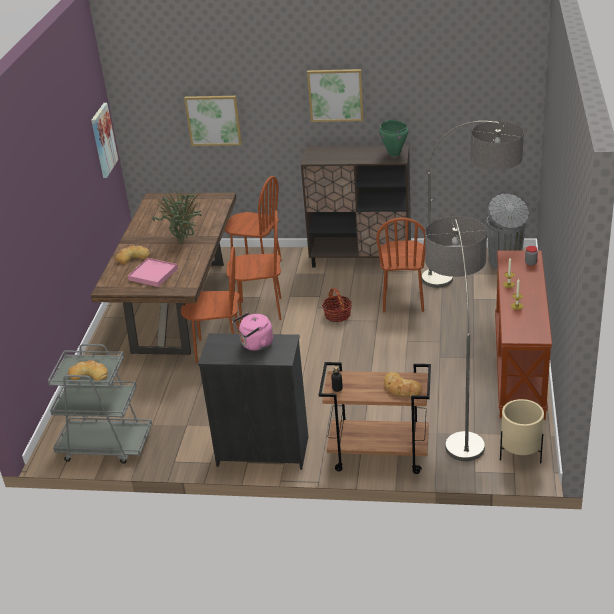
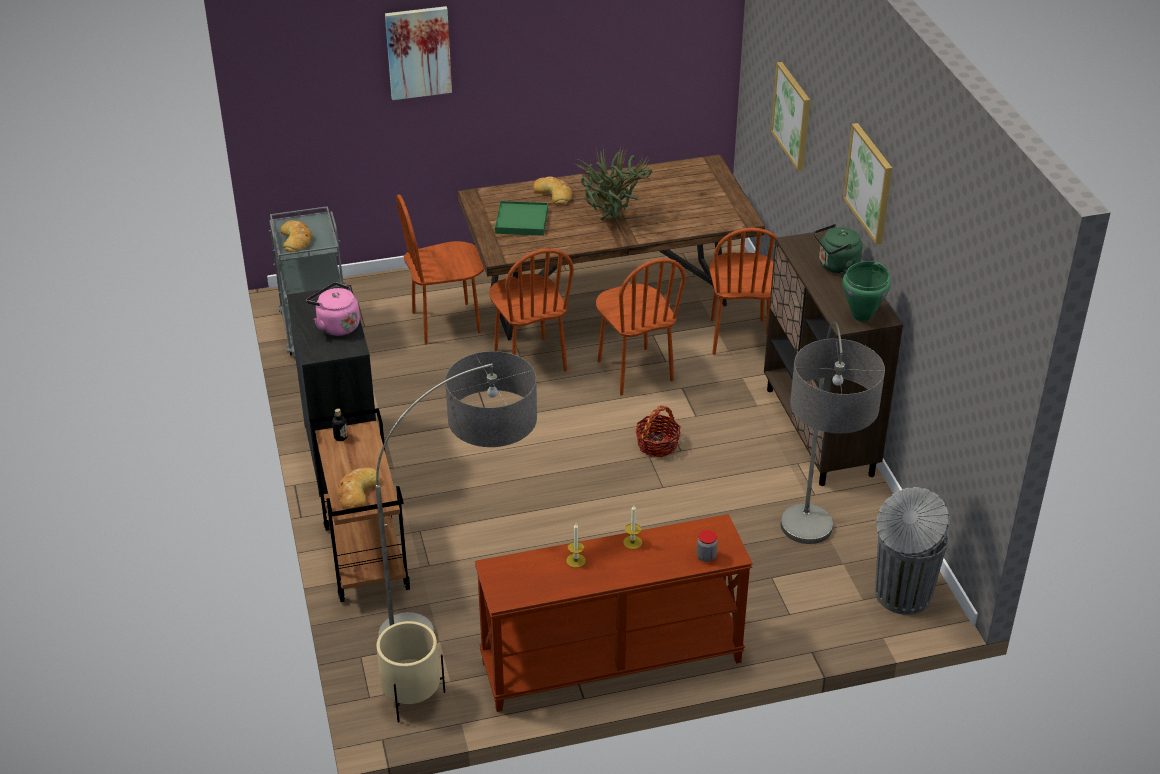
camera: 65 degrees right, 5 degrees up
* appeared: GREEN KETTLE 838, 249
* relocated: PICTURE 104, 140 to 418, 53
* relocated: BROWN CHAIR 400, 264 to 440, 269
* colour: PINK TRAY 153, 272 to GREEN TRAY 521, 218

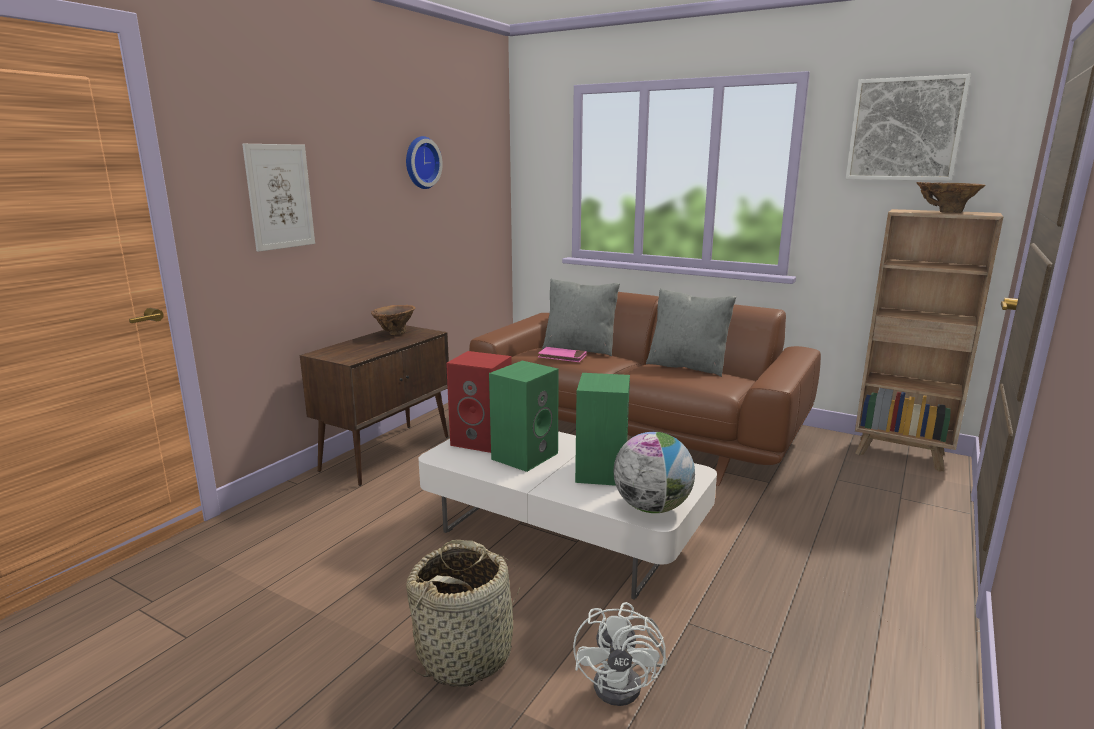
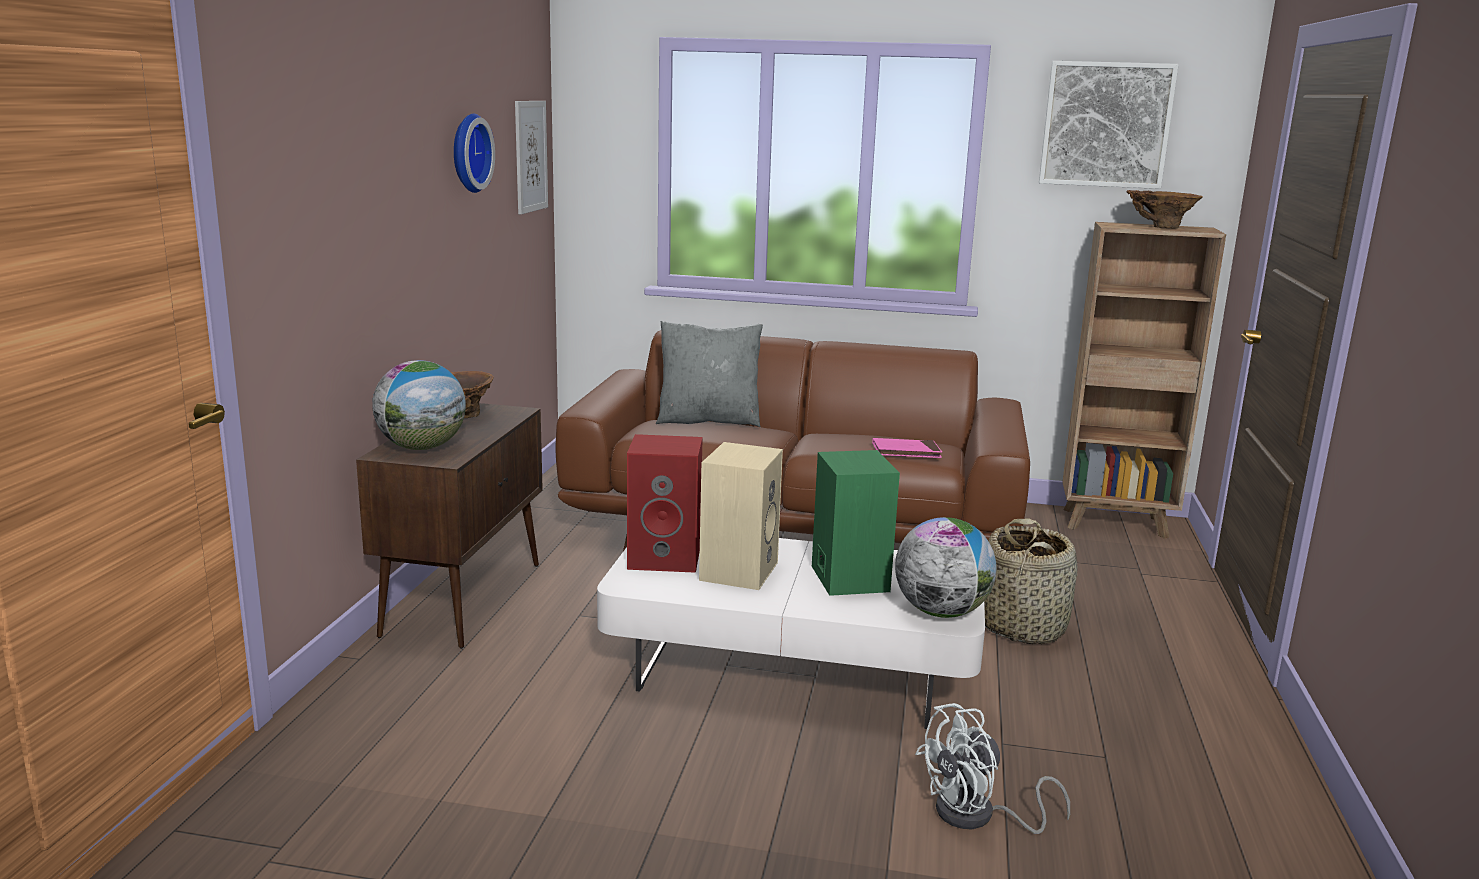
camera: 20 degrees left, 0 degrees up
* missing: GREY PILLOW 691, 332
* appeared: GLOBE 419, 405
* relocated: PICTURE 278, 198 to 531, 157
* relocated: BASKET 463, 613 to 1031, 581
* relocated: PINK BOOK 562, 354 to 907, 448
* colour: GREEN SPEAKER 524, 416 to BEIGE SPEAKER 741, 516
* spun: WHITE FAN 620, 654 = 992, 768 75 degrees clockwise

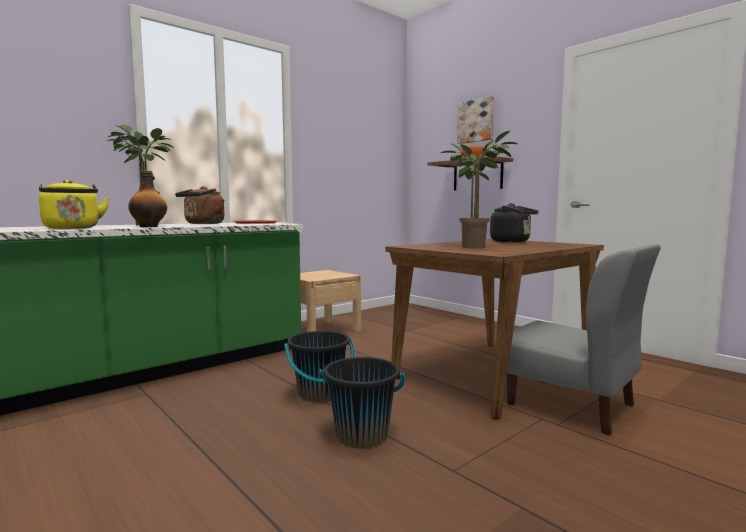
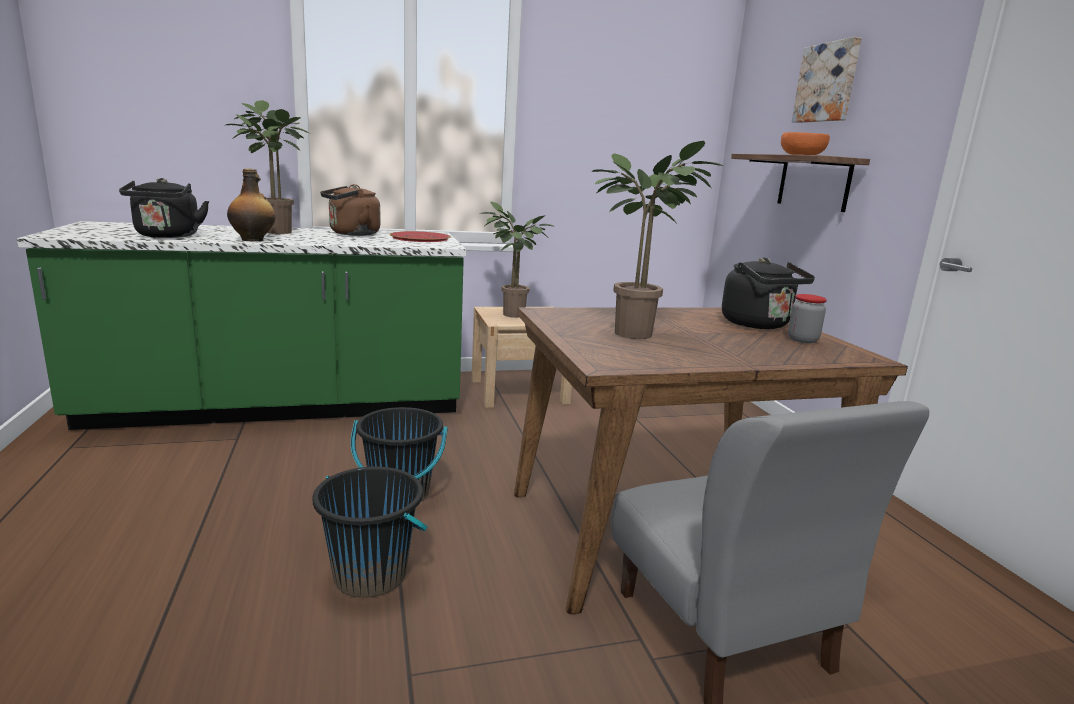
camera: 25 degrees right, 10 degrees up
* appeared: POTTED PLANT 519, 260
* appeared: JAR 807, 318
* colour: YELLOW KETTLE 74, 204 to BLACK KETTLE 164, 208

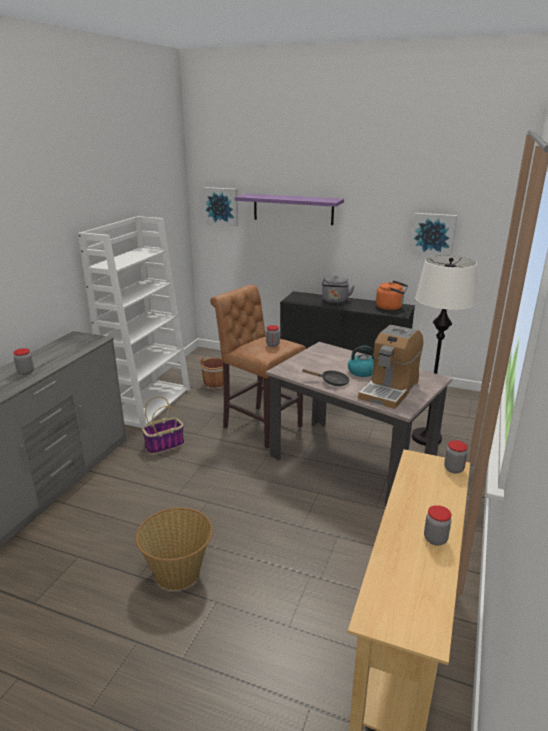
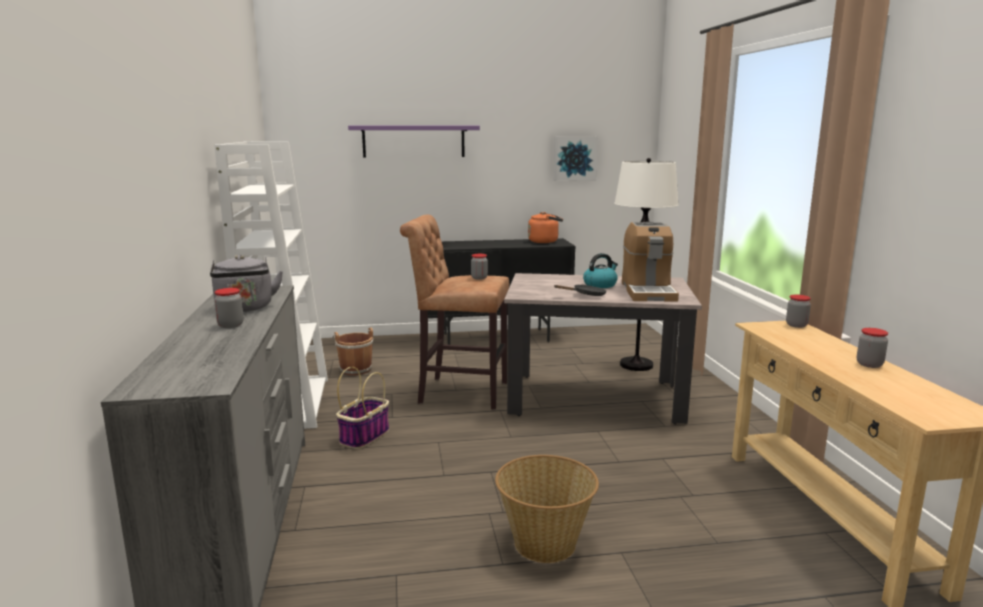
camera: 30 degrees left, 10 degrees down
* missing: PICTURE 220, 206
* relocated: GREY KETTLE 338, 289 to 246, 283

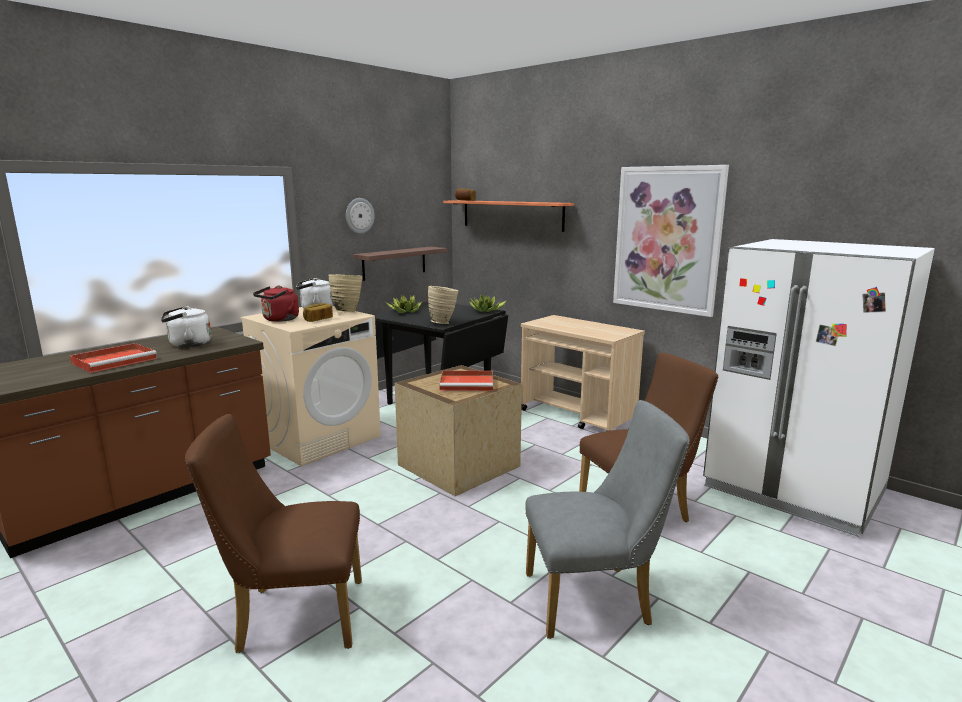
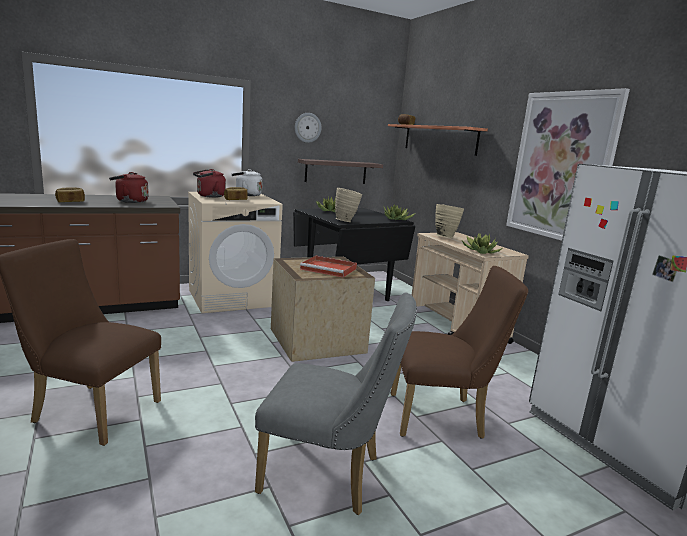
camera: 20 degrees right, 0 degrees up
* appeared: POTTED PLANT 482, 243
* relocated: BEIGE VASE 345, 293 to 449, 221
* exchanged: RED TRAY 113, 358 to BREAD 70, 195
* colour: WHITE KETTLE 186, 326 to RED KETTLE 129, 187

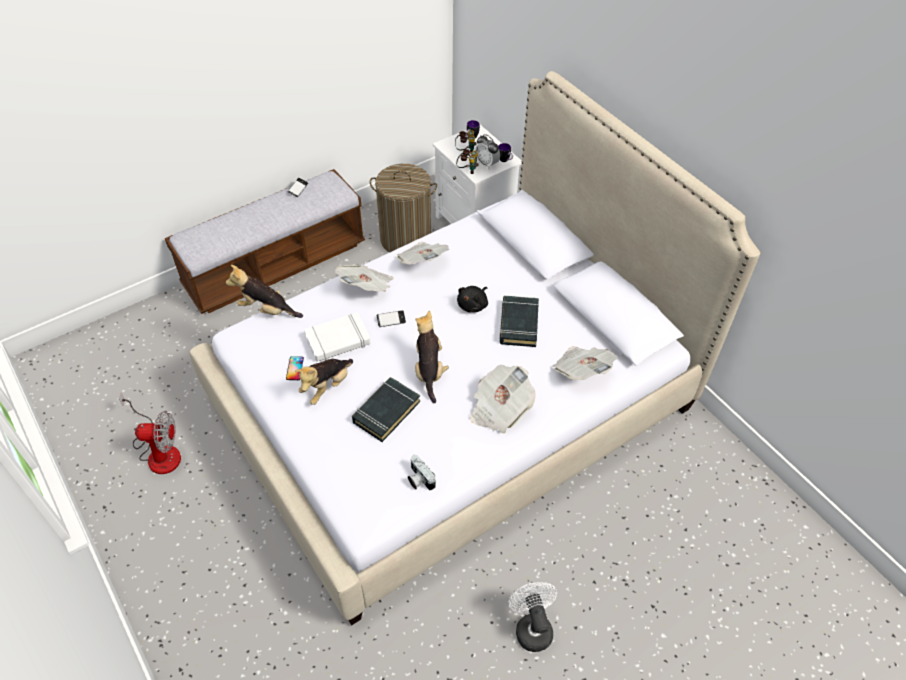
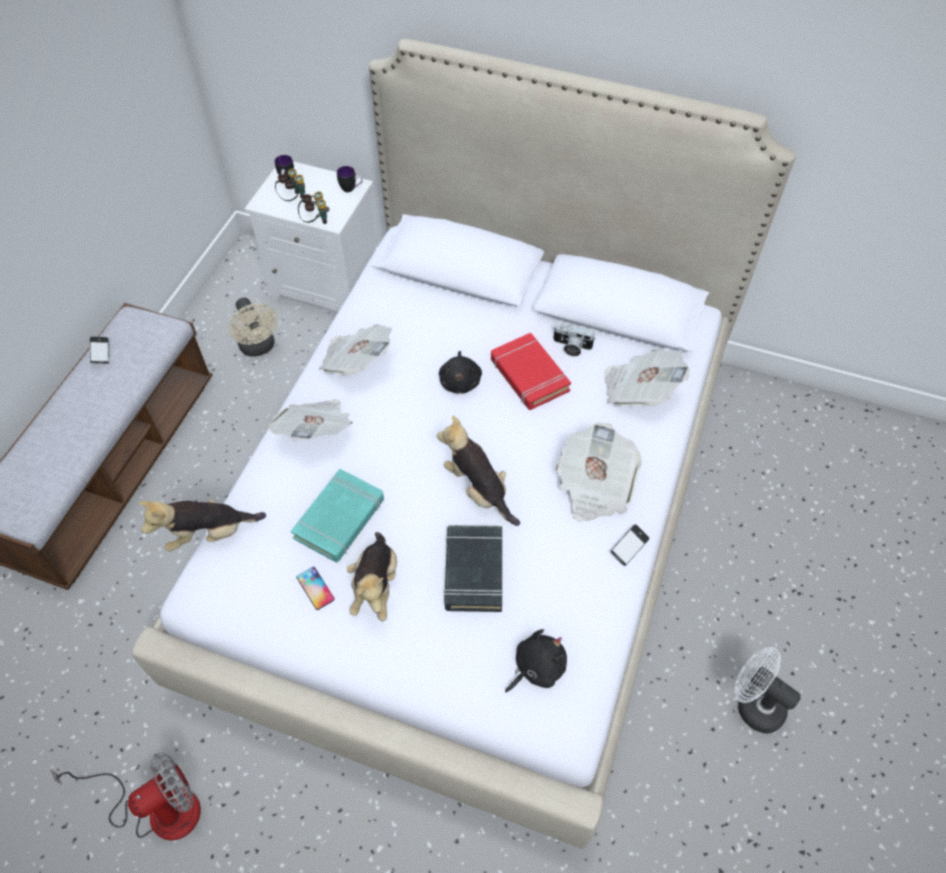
camera: 35 degrees left, 5 degrees up
* missing: ALARM CLOCK 487, 152
* appeared: BLACK PLUSH TOY 536, 661
* relocated: PHONE 391, 318 to 629, 545
* relocated: PHOTO CAMERA 421, 472 to 574, 339
* exchanged: LAUNDRY BASKET 403, 208 to BEIGE FAN 253, 327
* colour: WHITE BOOK 337, 337 to TURQUOISE BOOK 337, 516
* colour: BLACK BOOK 519, 321 to RED BOOK 531, 371

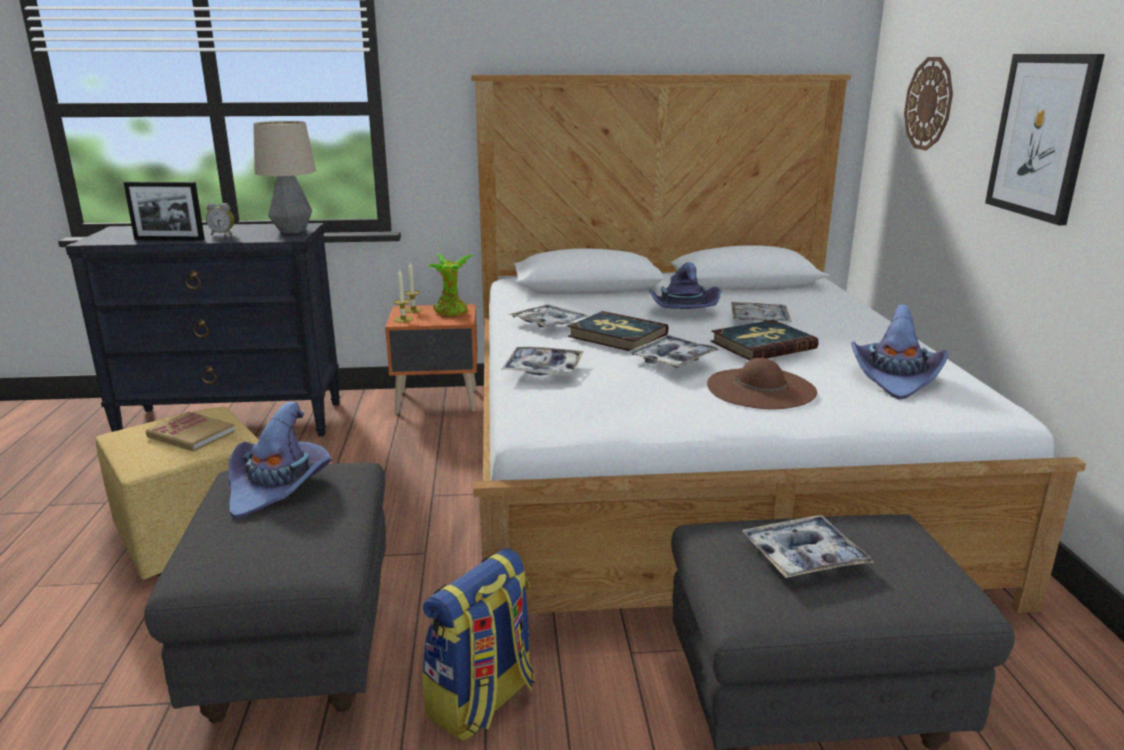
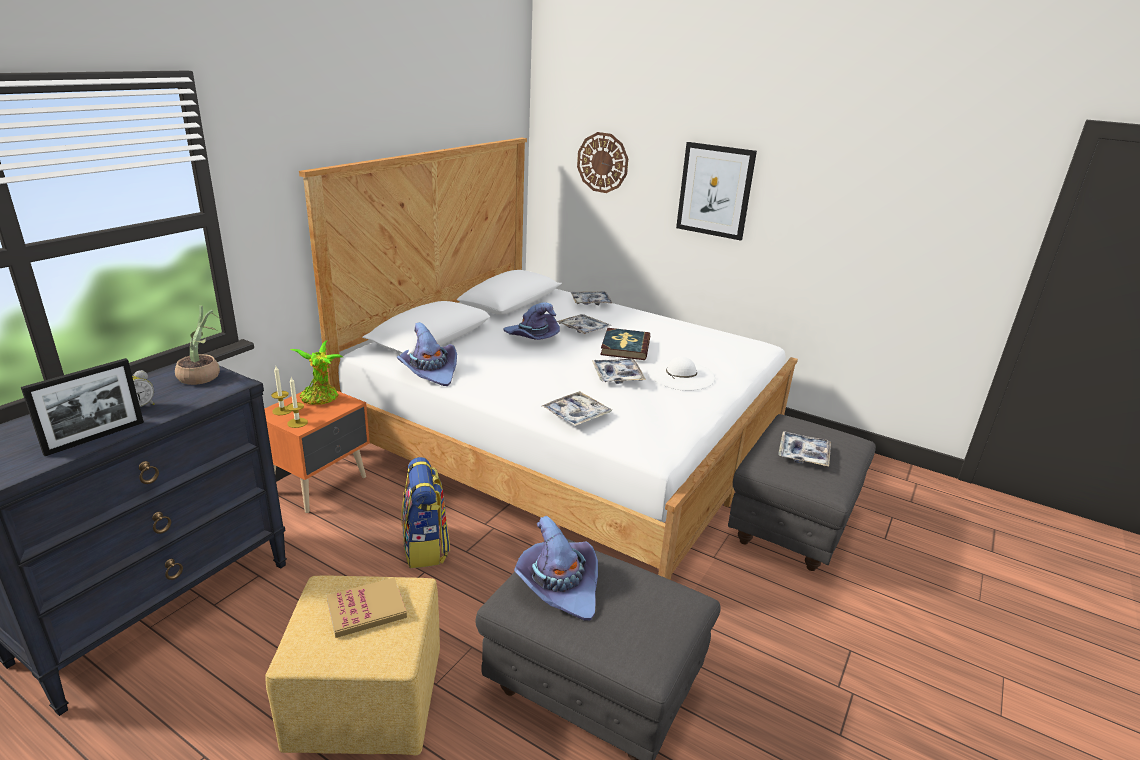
camera: 55 degrees left, 5 degrees up
* missing: BOOK 618, 331
* relocated: BACKPACK 478, 645 to 425, 512
* relocated: TRAY 549, 316 to 592, 298
* relocated: PURPLE HAT 899, 352 to 427, 354
* exchanged: TABLE LAMP 284, 177 to POTTED PLANT 198, 345
* colour: BROWN HAT 762, 384 to WHITE HAT 681, 374

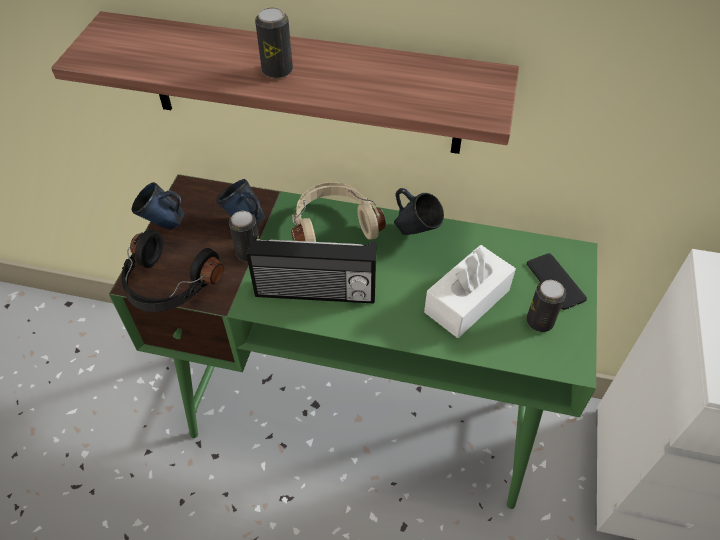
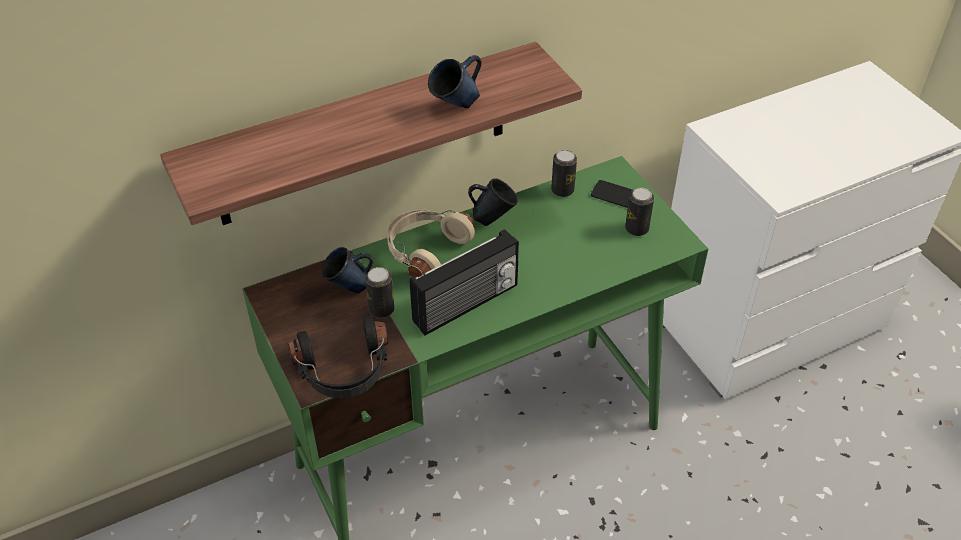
camera: 40 degrees left, 5 degrees down
* missing: WHITE TISSUE BOX 470, 291
* relocated: BLUE MUG 158, 206 to 455, 81
* relocated: CAN 274, 43 to 564, 173

